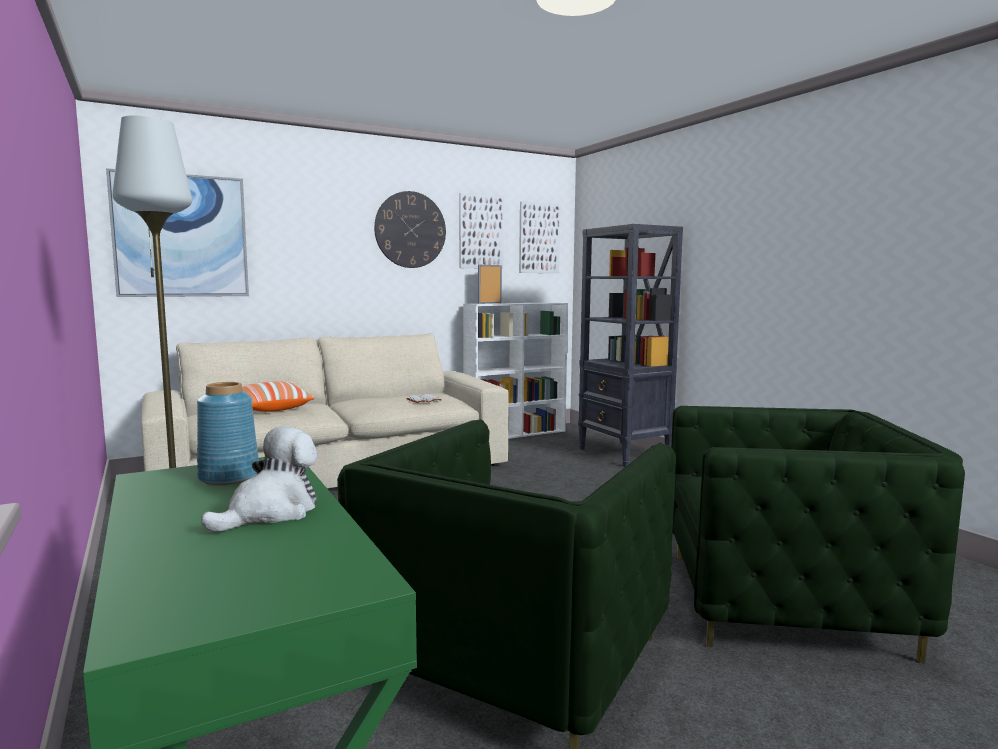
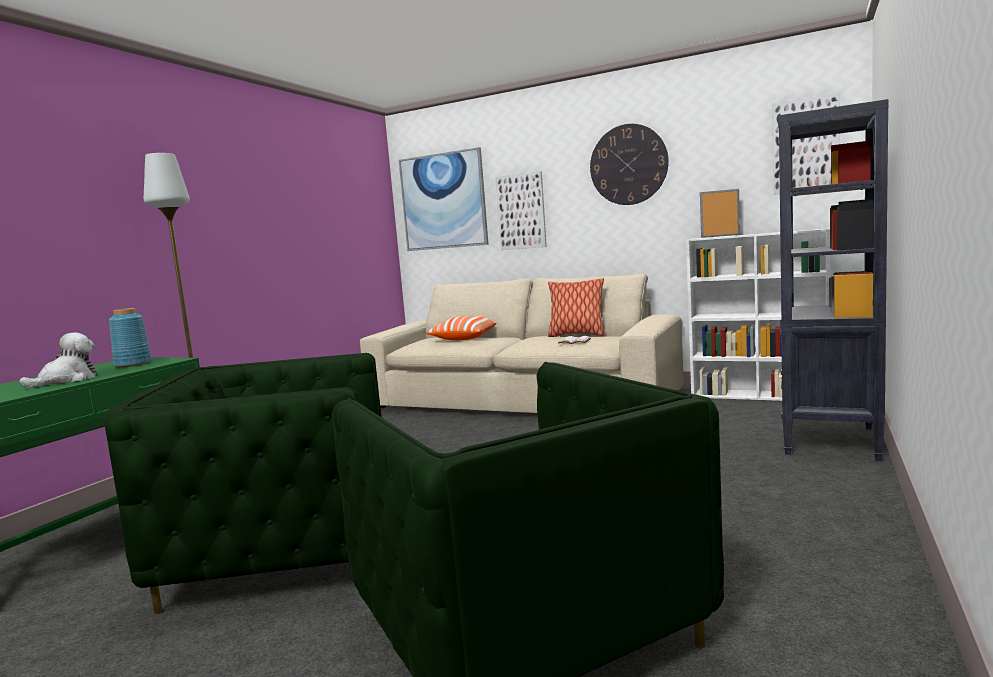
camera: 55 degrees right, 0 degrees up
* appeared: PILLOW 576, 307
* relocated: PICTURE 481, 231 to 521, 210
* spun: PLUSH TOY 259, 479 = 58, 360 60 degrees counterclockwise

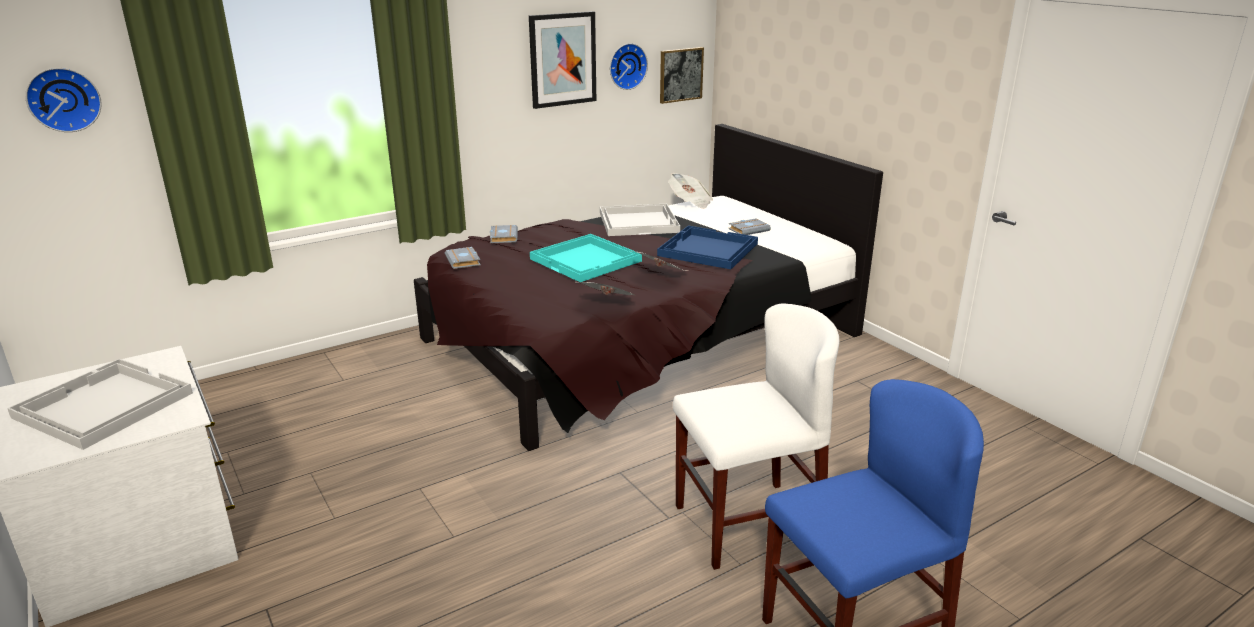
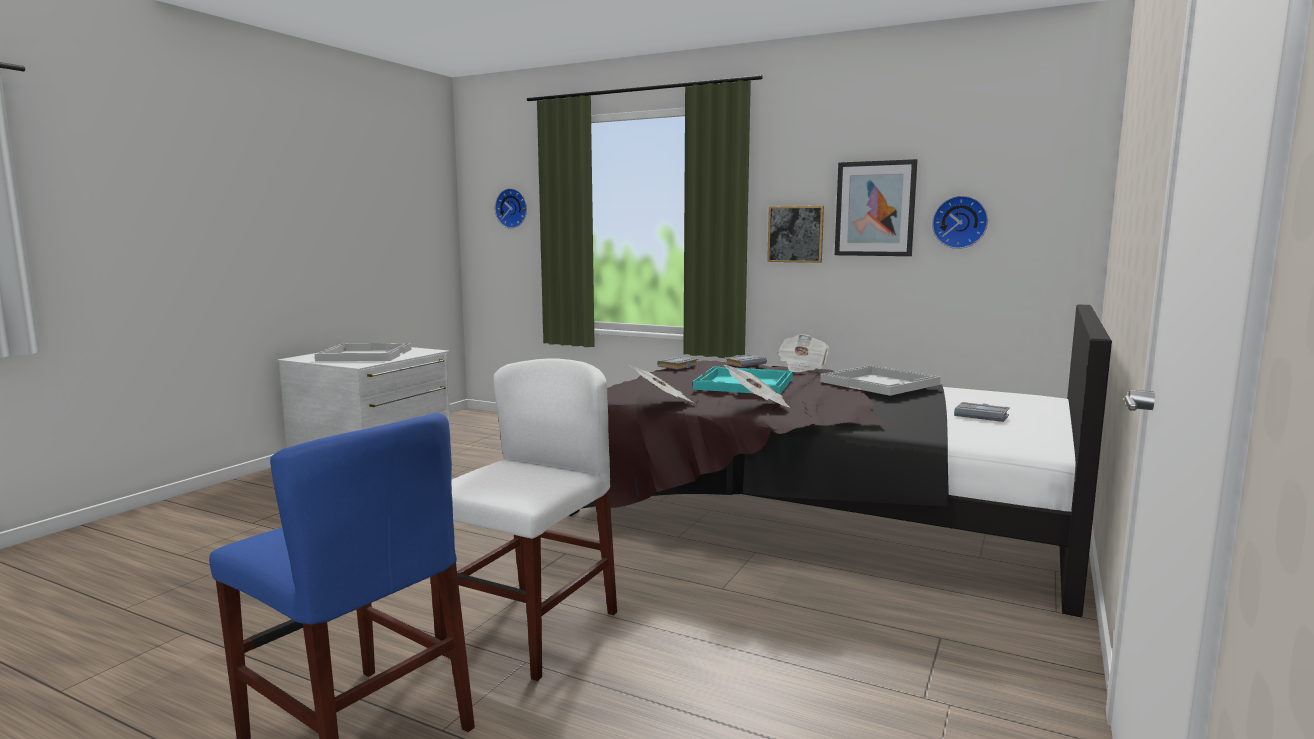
camera: 60 degrees right, 15 degrees down
* missing: BLUE TRAY 707, 247
* relocated: PICTURE 682, 75 to 795, 234
* relocated: NEWSPAPER 690, 191 to 803, 353
* spun: WHITE CHAIR 756, 436 = 523, 519 105 degrees counterclockwise

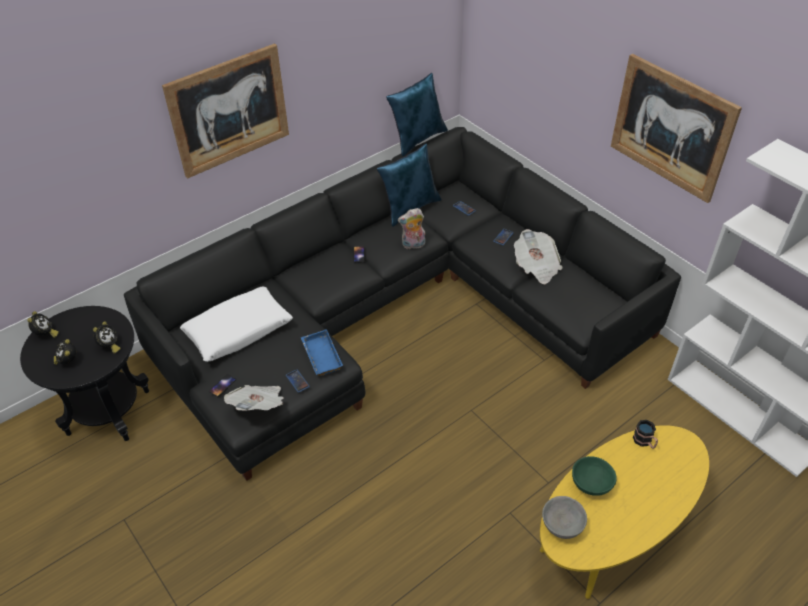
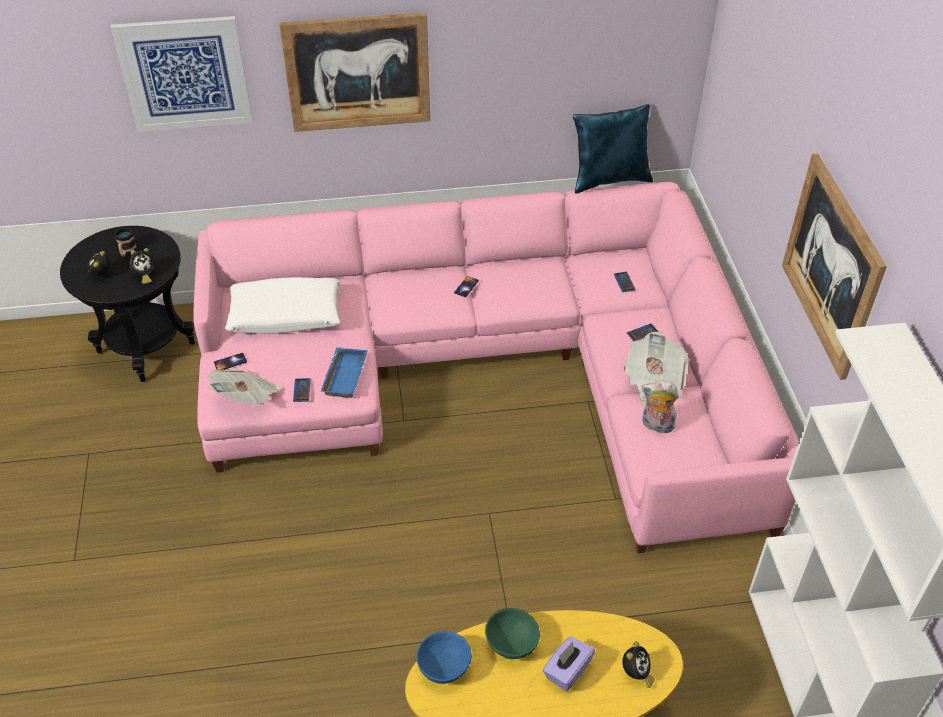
camera: 30 degrees right, 0 degrees up
* missing: BLUE PILLOW 409, 185
* appeared: PICTURE 181, 74
* appeared: PURPLE TISSUE BOX 569, 663
* relocated: ALARM CLOCK 43, 324 to 638, 664
* relocated: PLUSH TOY 411, 228 to 660, 406
* relocated: MUG 645, 434 to 125, 242
* colour: BLACK SOFA 402, 304 to PINK SOFA 496, 367
* colour: GREY BOWL 564, 517 to BLUE BOWL 444, 657

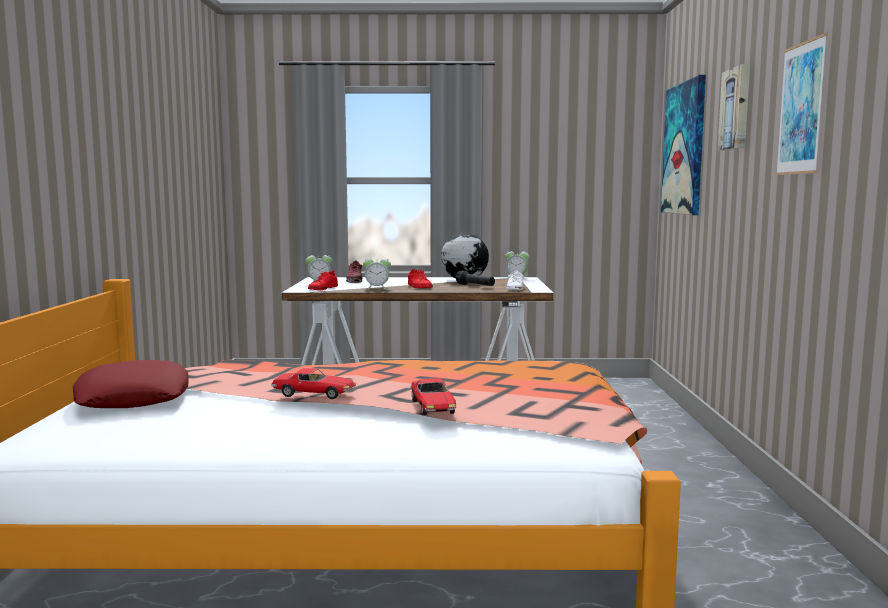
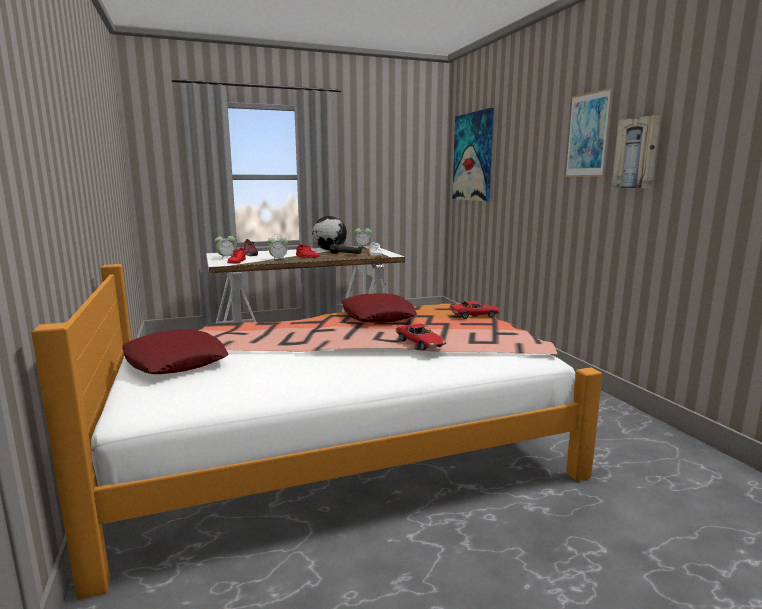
camera: 20 degrees left, 5 degrees up
* appeared: RED PILLOW 379, 308
* relocated: TOY CAR 313, 383 to 475, 310
* relocated: PICTURE 734, 107 to 636, 151

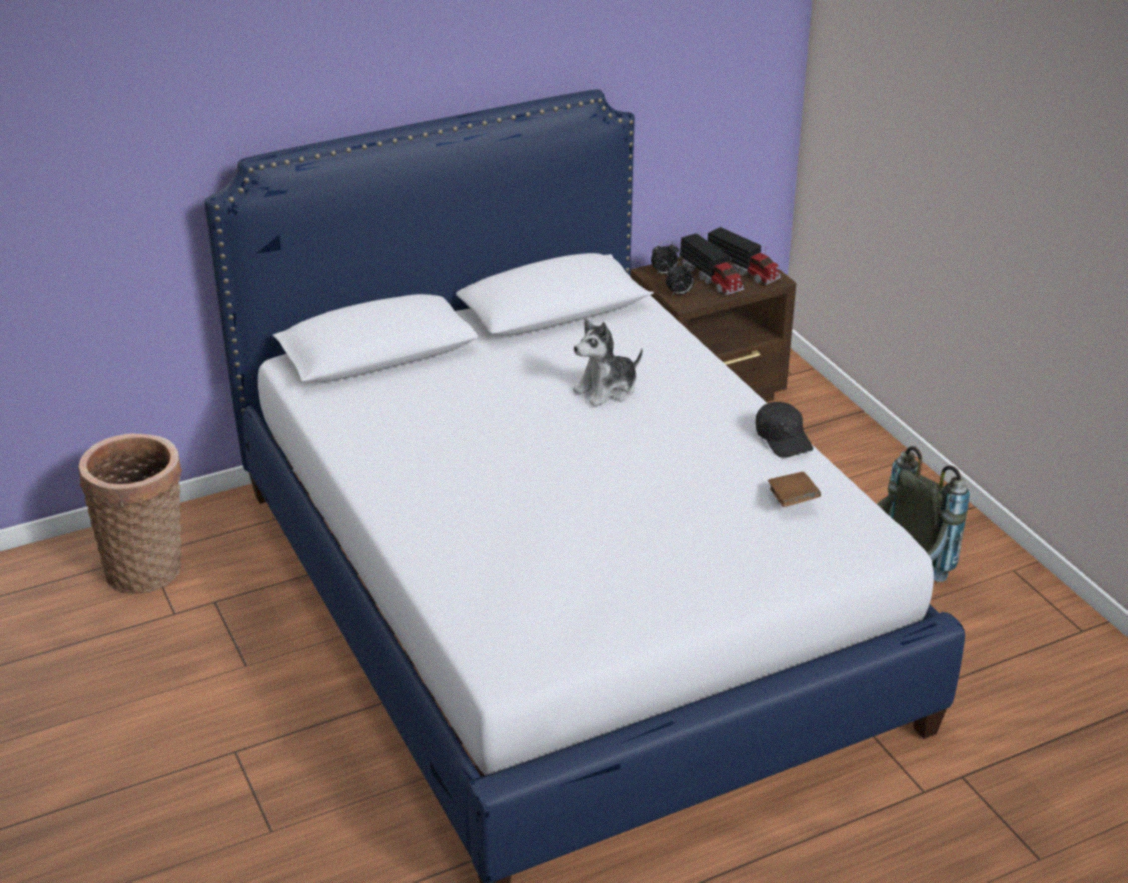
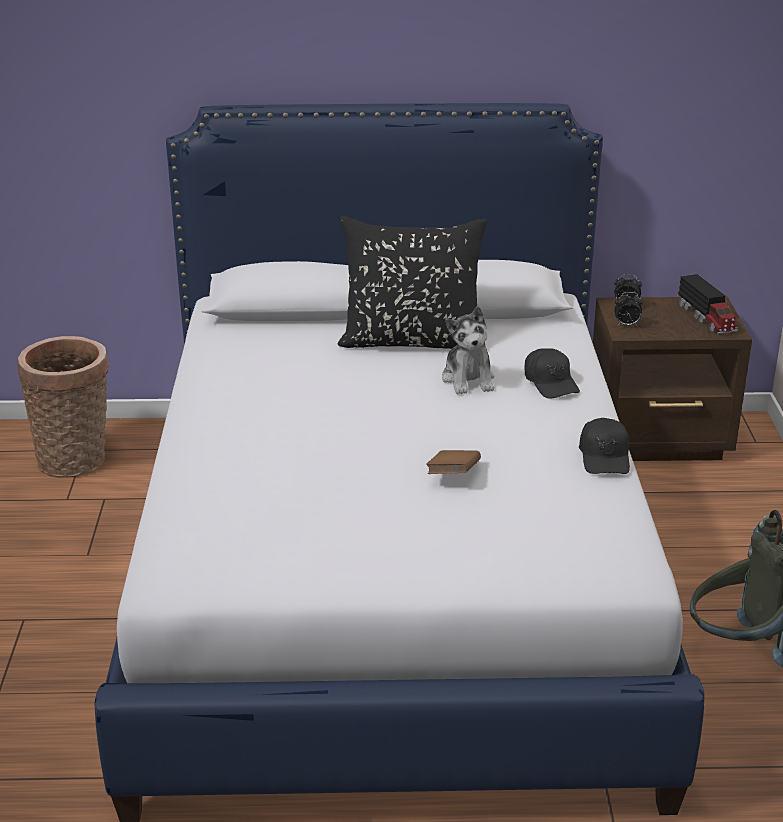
camera: 25 degrees right, 5 degrees down
* missing: TOY TRUCK 711, 264
* appeared: BLACK PILLOW 412, 282
* appeared: BLACK CAP 552, 373
* relocated: BROWN BOOK 794, 489 to 453, 462
* spun: PLUSH TOY 608, 363 = 468, 350 90 degrees counterclockwise

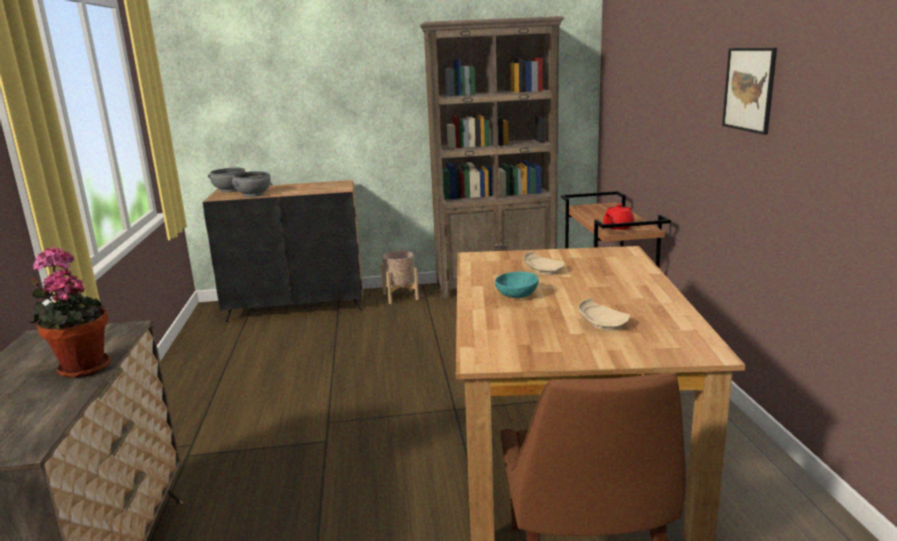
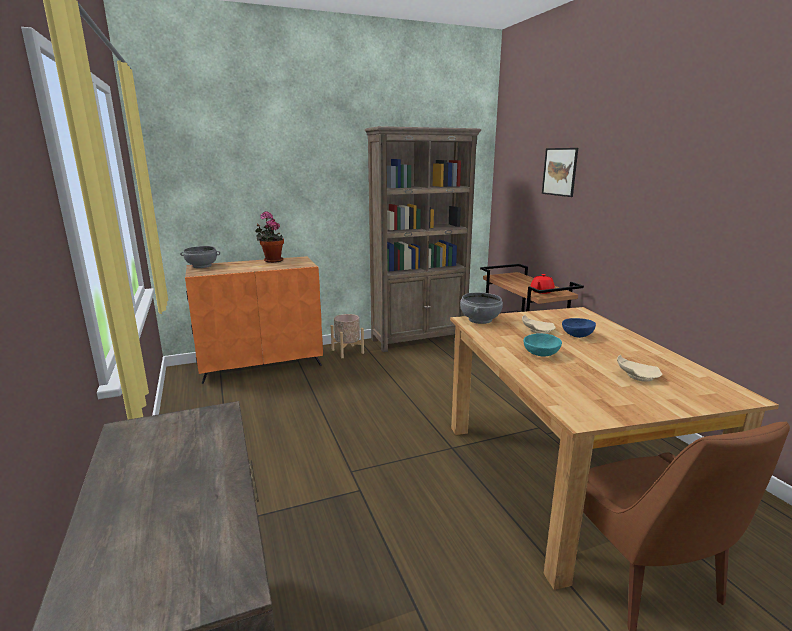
camera: 15 degrees left, 0 degrees up
* appeared: BLUE BOWL 579, 328
* relocated: POTTED PLANT 69, 312 to 269, 237
* relocated: GREY BOWL 251, 184 to 481, 308
* relocated: PICTURE 749, 91 to 560, 172
* colour: BLACK CABINET 282, 251 to ORANGE CABINET 254, 320

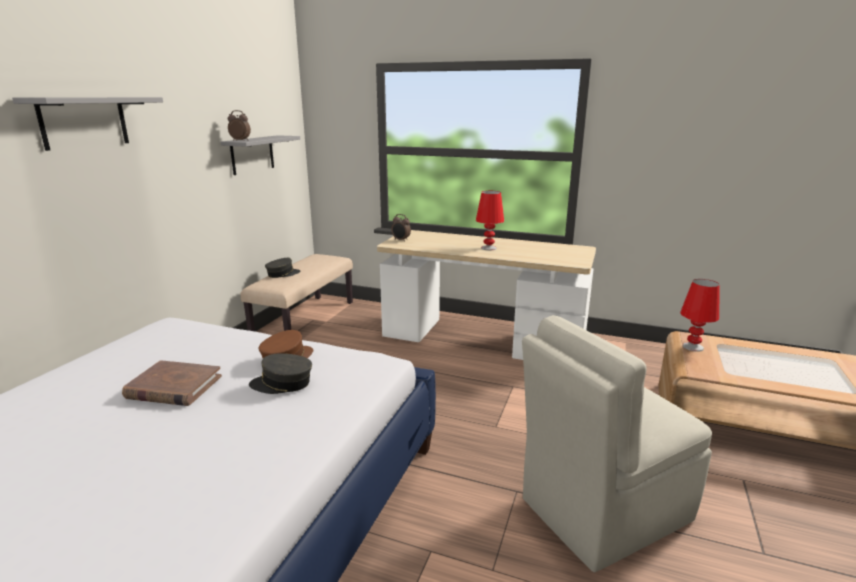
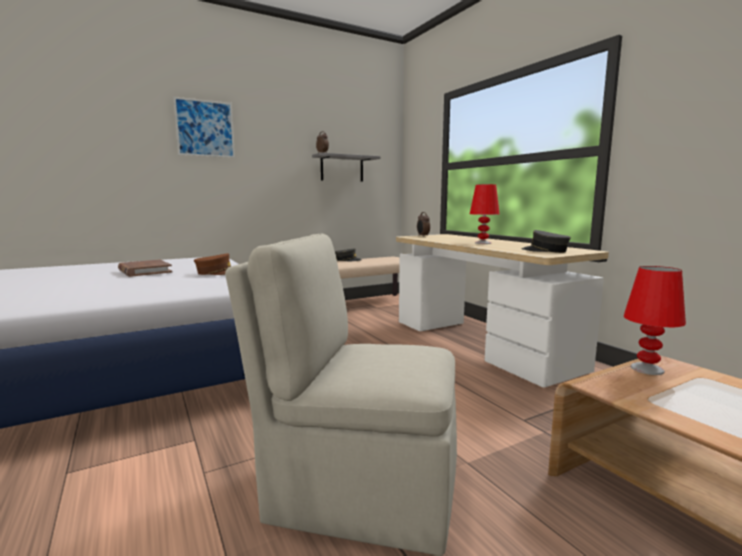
camera: 40 degrees right, 10 degrees down
* relocated: GREY CAP 280, 373 to 546, 241
* exchanged: GREY SHELF 87, 124 to PICTURE 204, 127

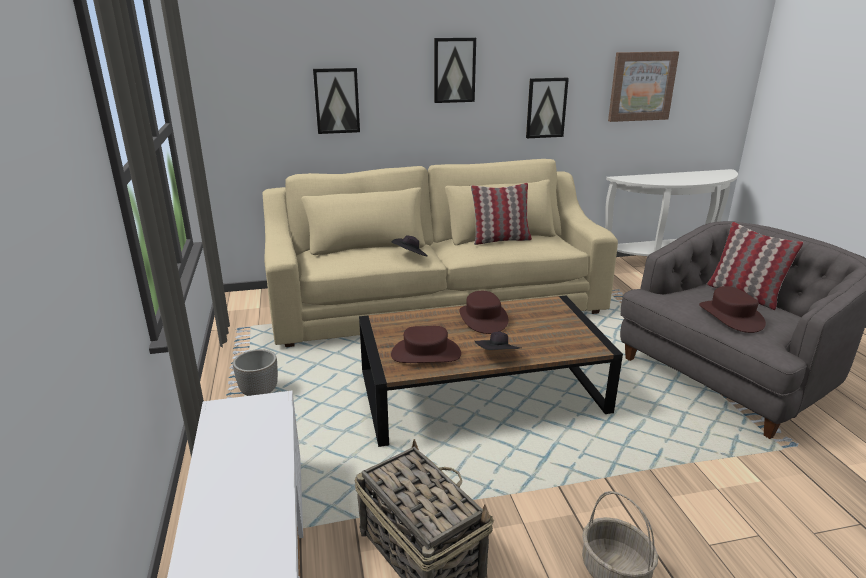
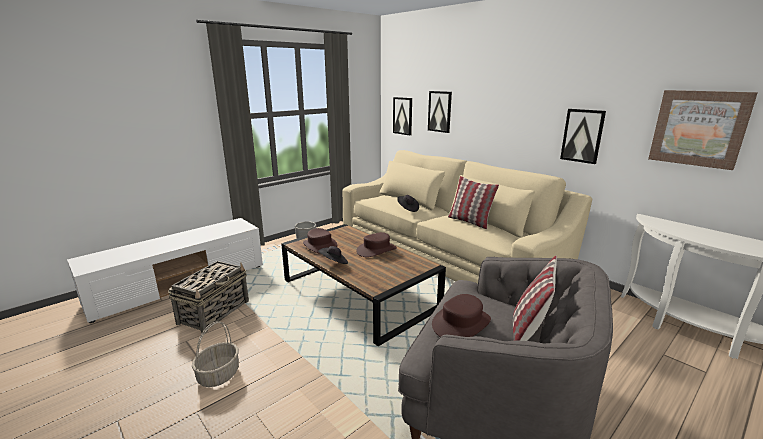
camera: 60 degrees right, 5 degrees down
* relocated: PICTURE 455, 70 to 402, 116

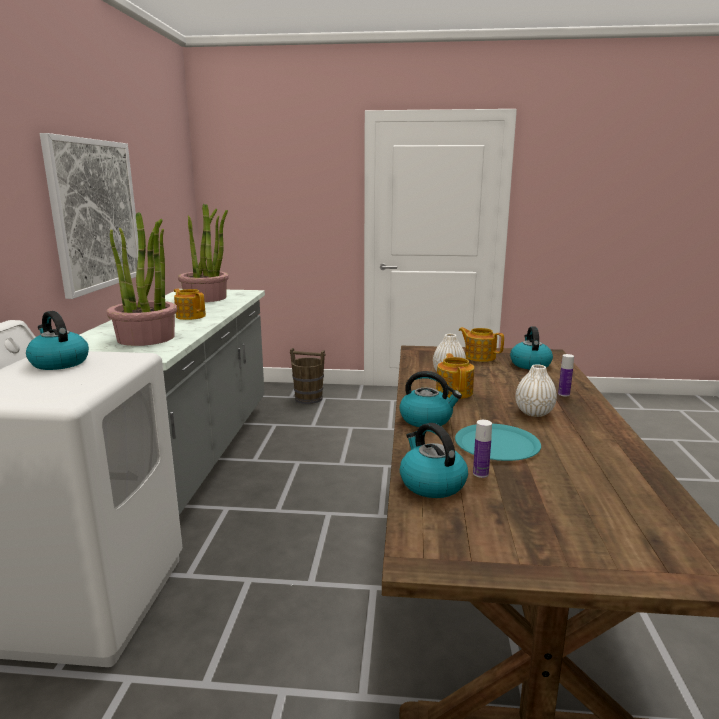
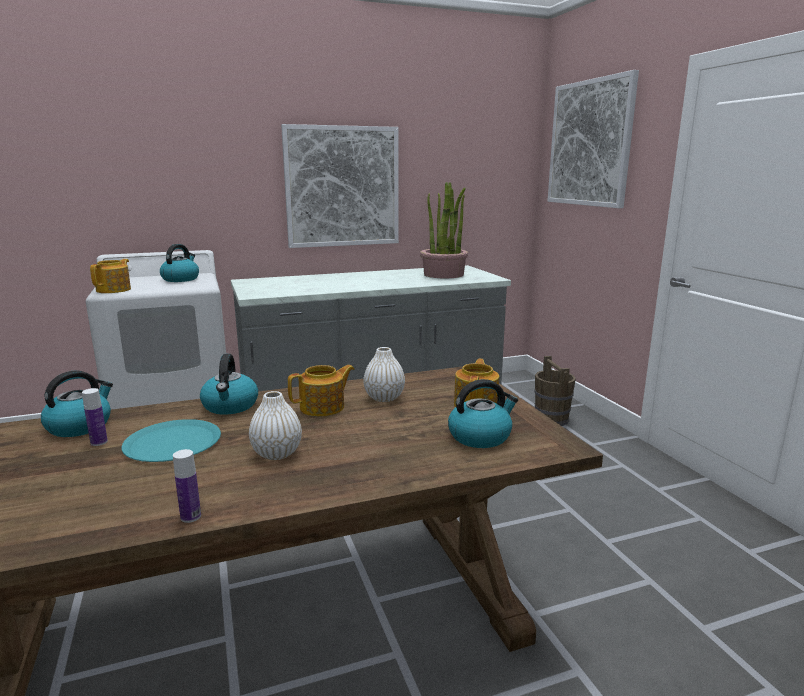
camera: 65 degrees right, 0 degrees up
* missing: POTTED PLANT 142, 279
* appeared: PICTURE 593, 139
* relocated: TEAPOT 190, 304 to 110, 276
* relocated: BOTTLE 566, 375 to 187, 486

